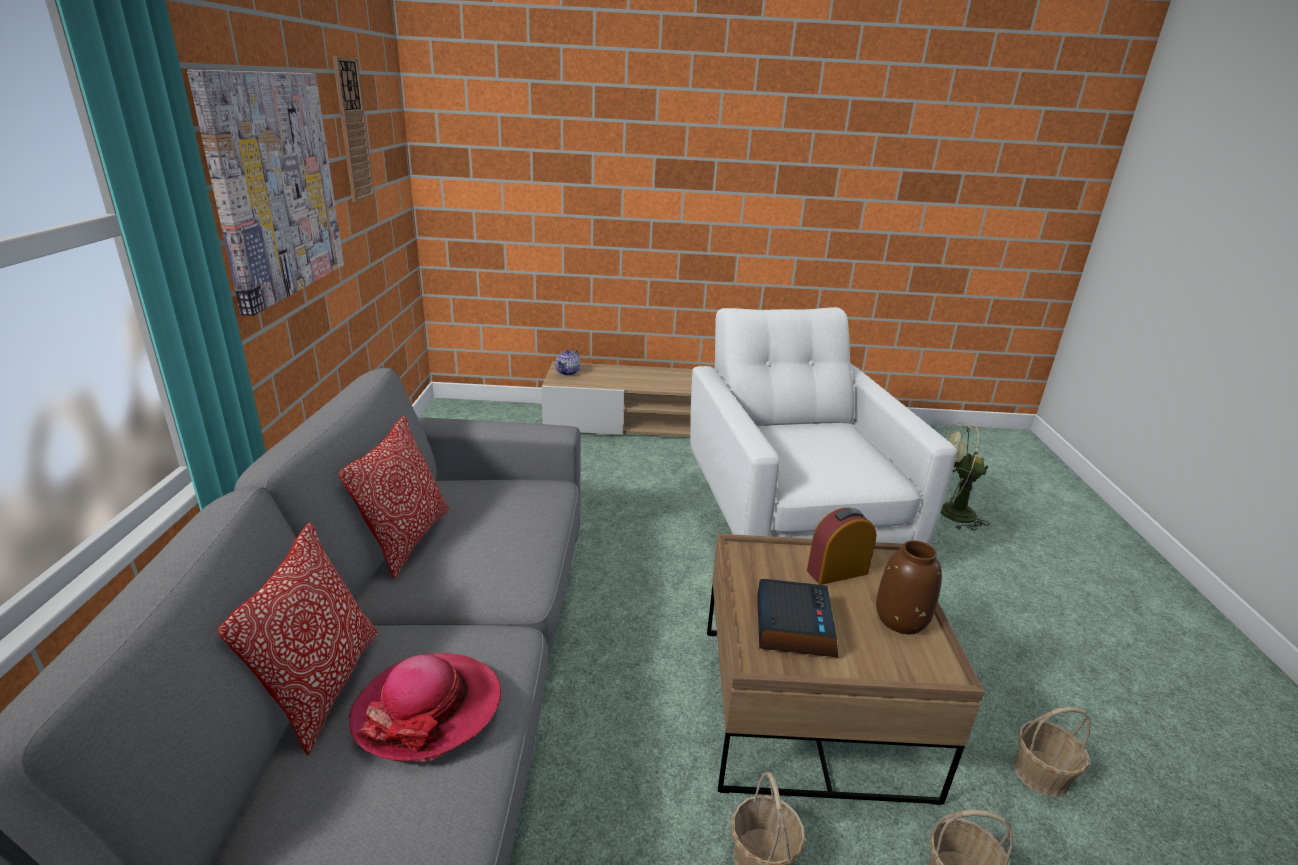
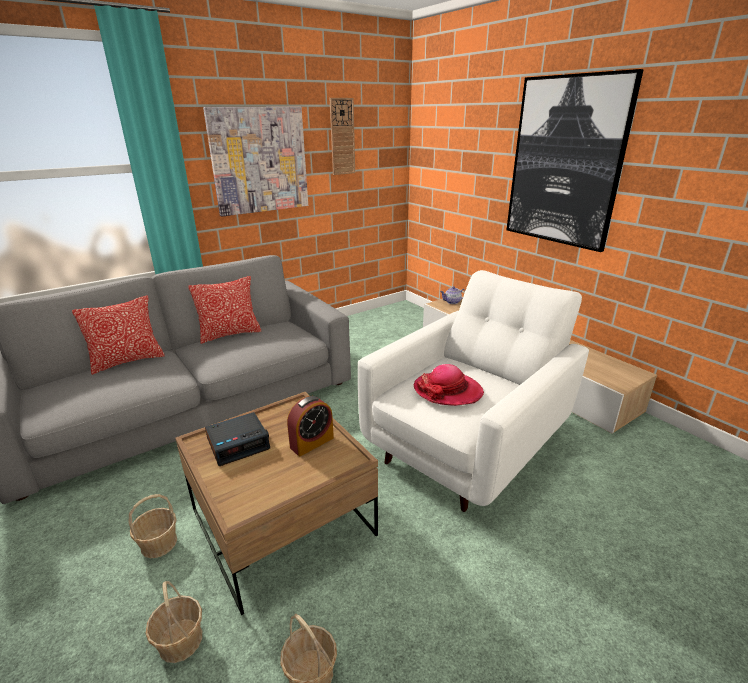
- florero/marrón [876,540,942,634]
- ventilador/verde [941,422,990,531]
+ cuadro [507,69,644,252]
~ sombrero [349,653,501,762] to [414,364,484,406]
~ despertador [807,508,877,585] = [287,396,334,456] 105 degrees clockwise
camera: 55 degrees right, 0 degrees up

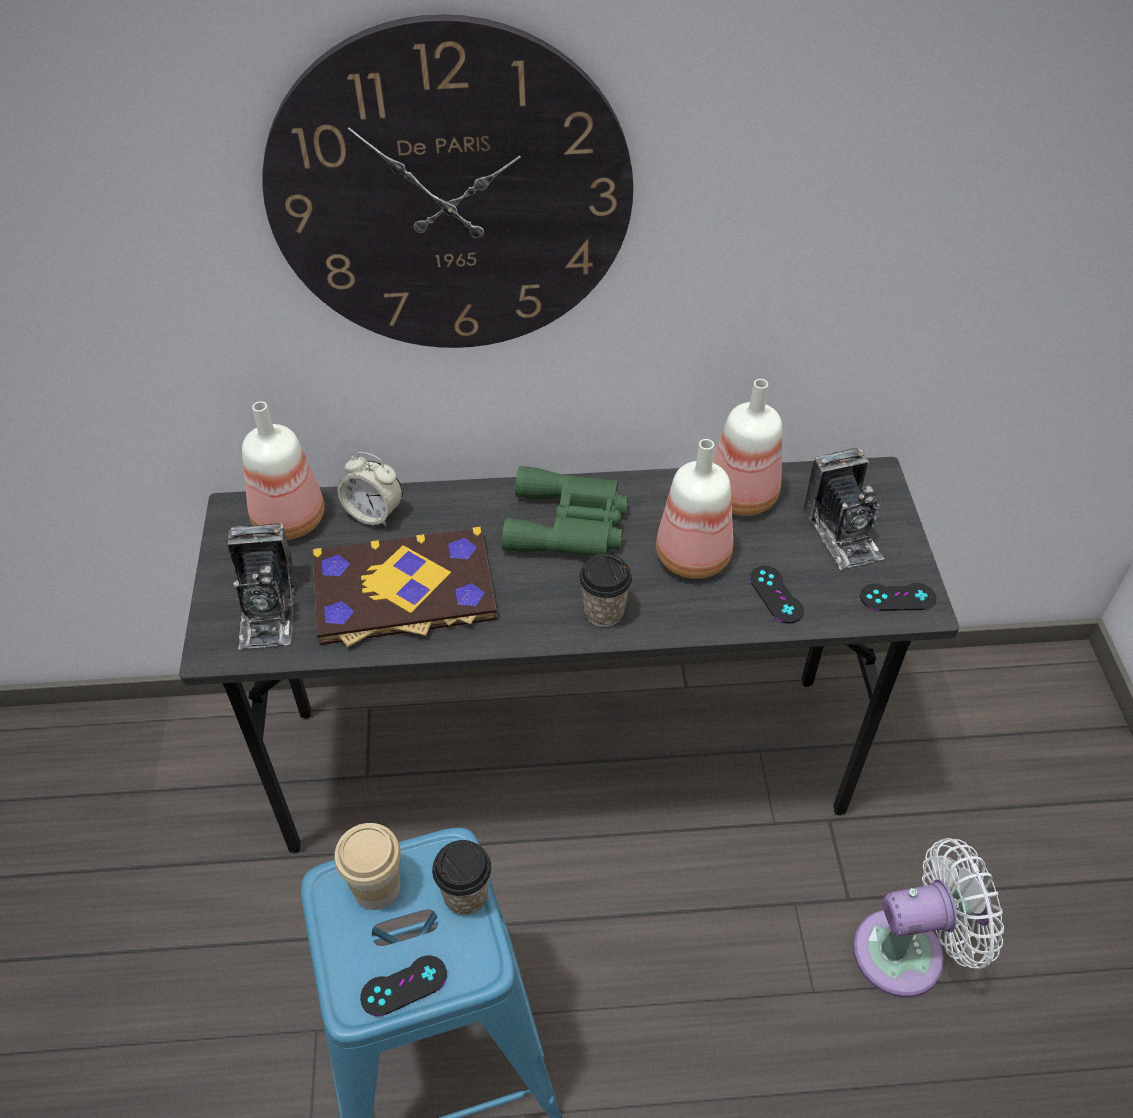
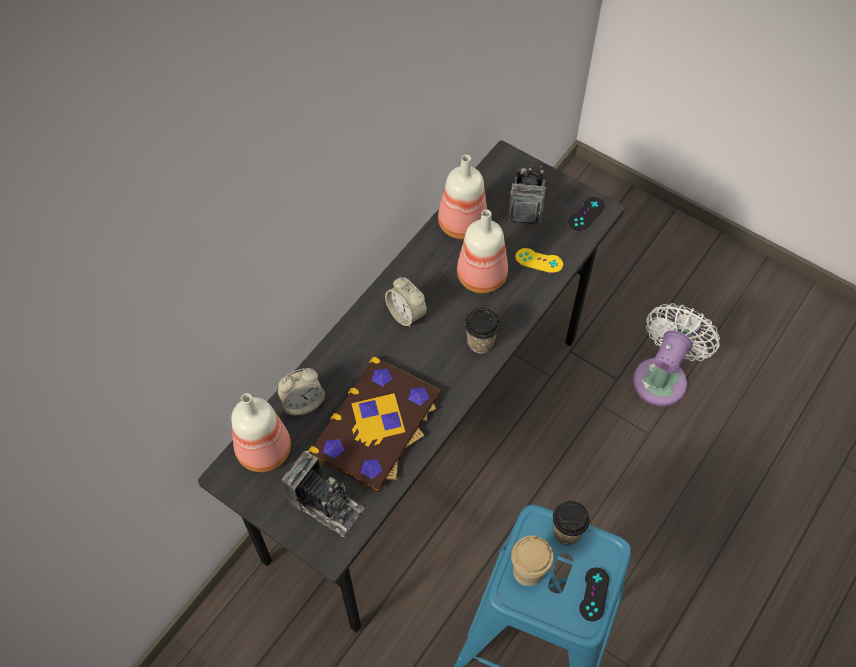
- reloj de pared [263,14,633,348]
~ prismáticos/verde [502,466,628,556] to despertador [385,277,427,327]
~ mando de consola/negro [750,566,804,624] to mando de consola/amarillo [515,248,563,273]
~ cámara [803,448,885,570] = [509,165,546,225] 105 degrees counterclockwise
camera: 50 degrees left, 10 degrees up

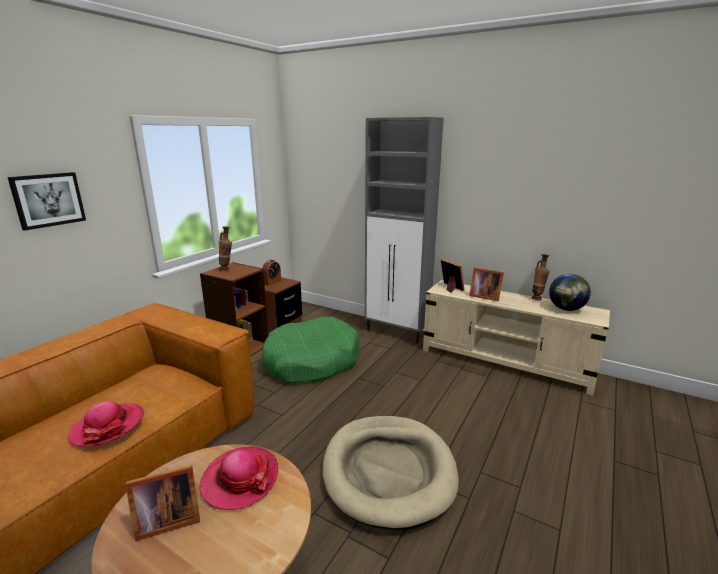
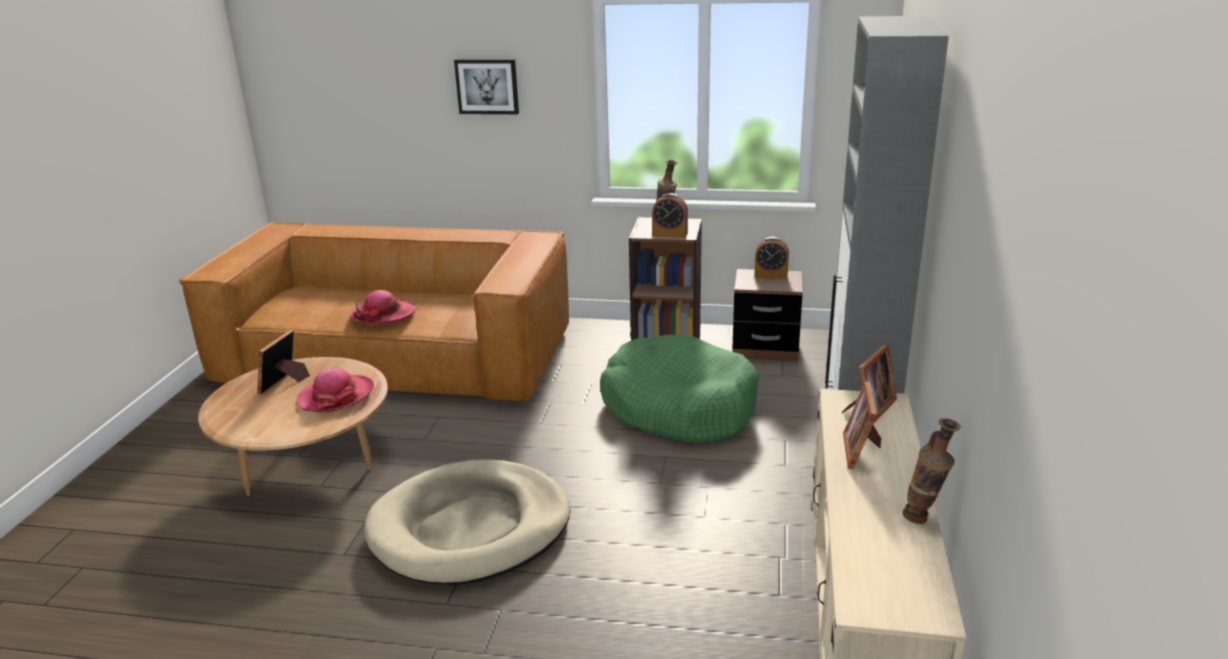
- globo terráqueo [549,274,591,311]
+ despertador [652,193,688,238]
~ portarretratos [125,465,200,541] = [257,329,310,394] 60 degrees clockwise
camera: 70 degrees right, 5 degrees up

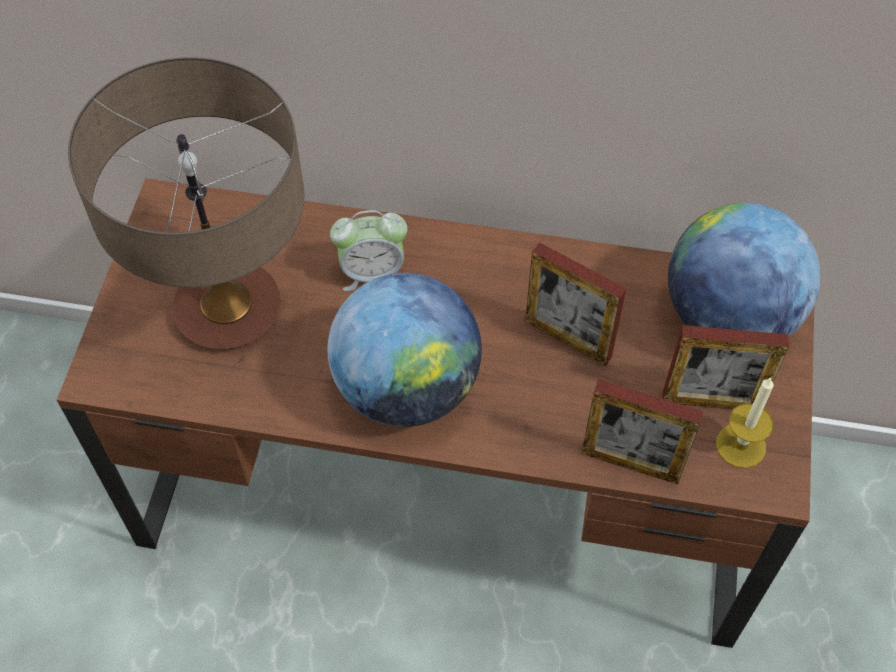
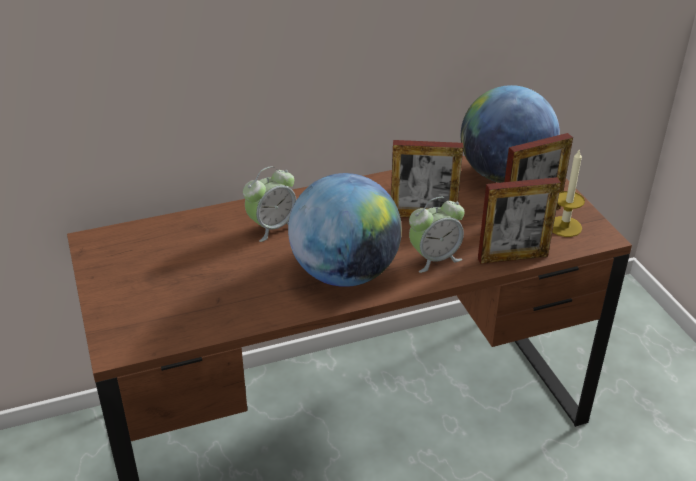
- lámpara de mesa [68,57,305,349]
+ despertador [409,197,465,273]
camera: 30 degrees left, 20 degrees down

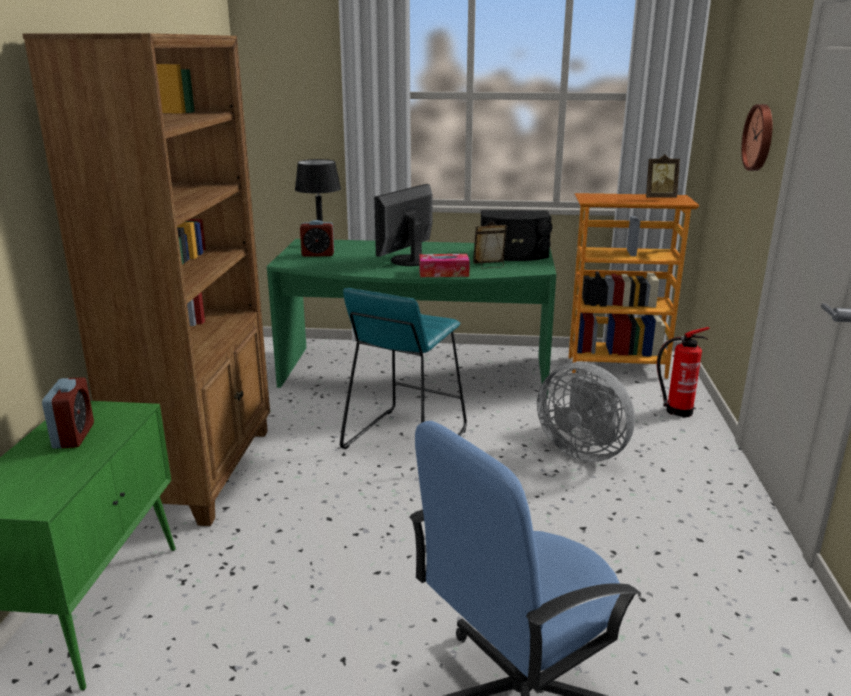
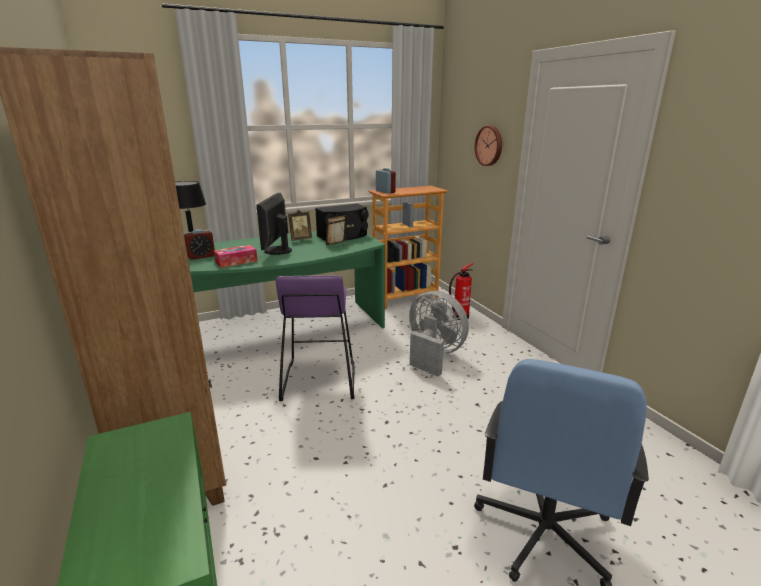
~ despertador [42,377,94,449] to [376,168,396,194]
~ caja de pañuelos [419,254,470,277] to [214,245,258,268]
~ portarretratos [646,154,680,198] to [288,210,312,241]
~ taburete/turquesa [340,288,467,449] to taburete/morado [276,275,355,401]
~ ventilador/gris [537,362,635,462] = [409,291,469,377] 150 degrees counterclockwise
camera: 30 degrees left, 0 degrees up

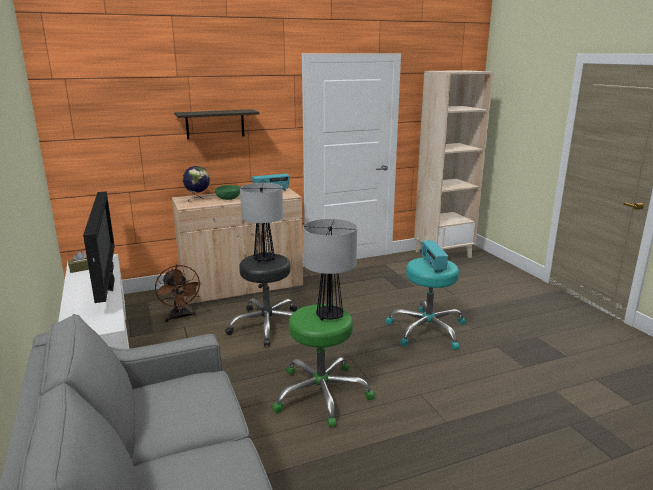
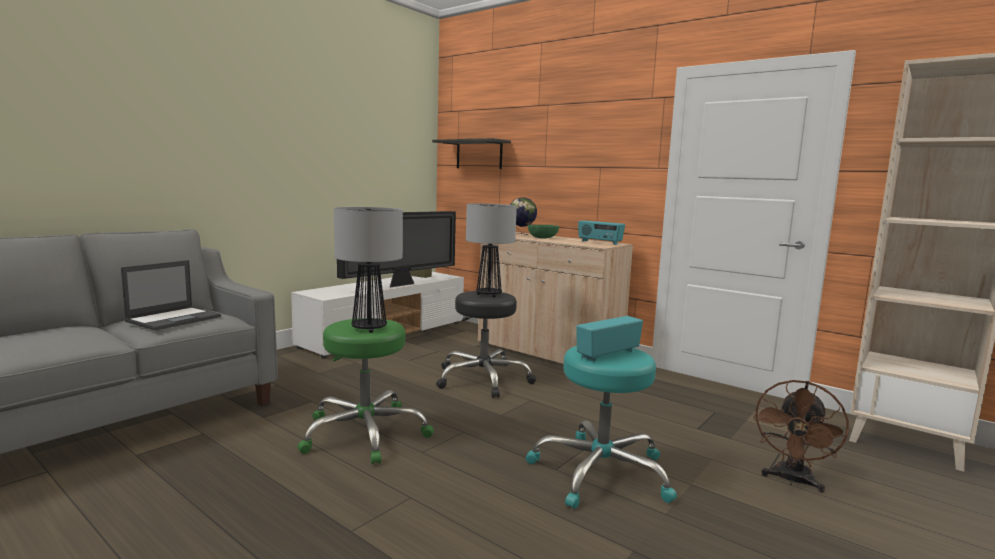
+ portátil [121,260,221,331]
~ ventilador/marrón [155,265,202,322] to [753,380,849,493]
~ estante [174,109,259,140] to [432,138,511,169]
camera: 60 degrees right, 10 degrees down

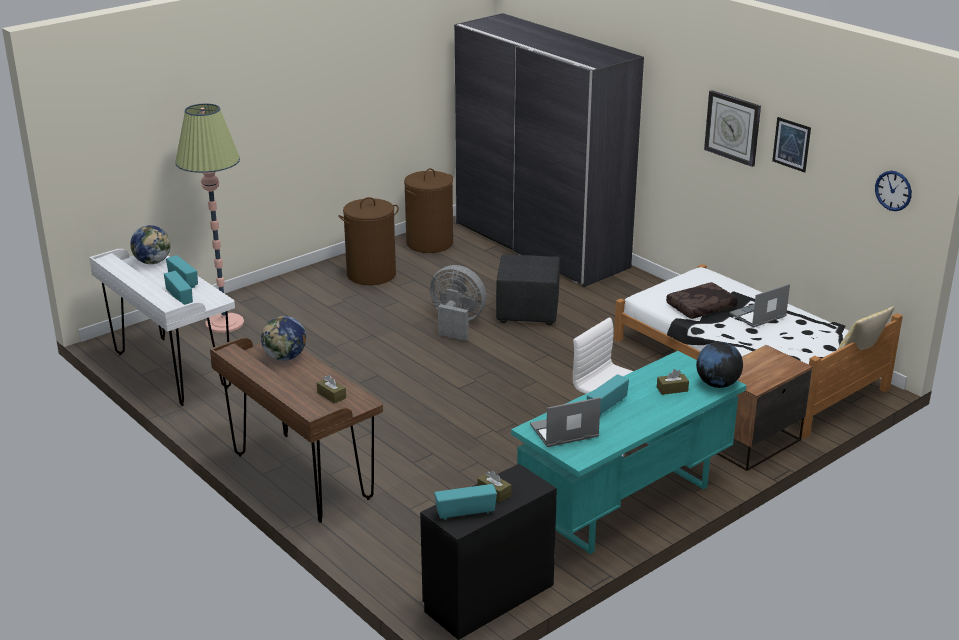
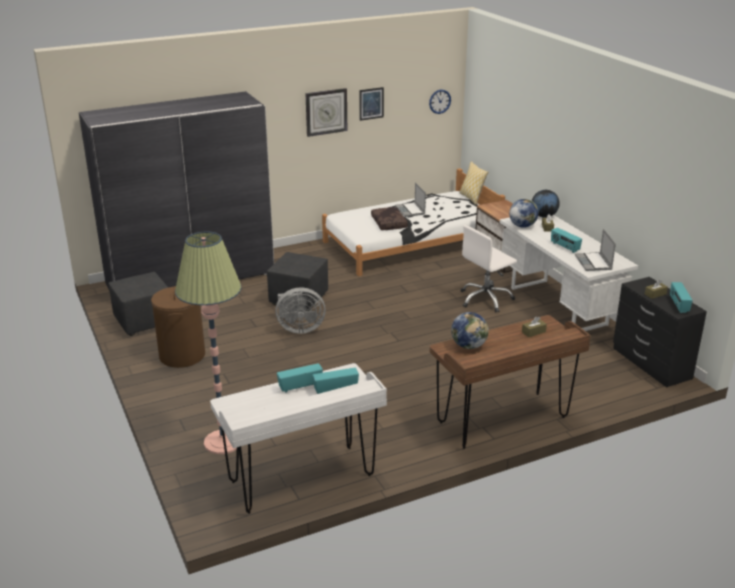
~ globo terráqueo [130,225,171,264] to [509,199,538,228]
~ cesto de la ropa/marrón [404,168,453,253] to puf/negro [108,272,168,336]
~ escritorio/turquesa [511,351,746,554] to escritorio/blanco [500,215,638,331]
~ ventilador/gris [430,265,487,341] = [275,287,326,334] 135 degrees counterclockwise
camera: 75 degrees left, 0 degrees up

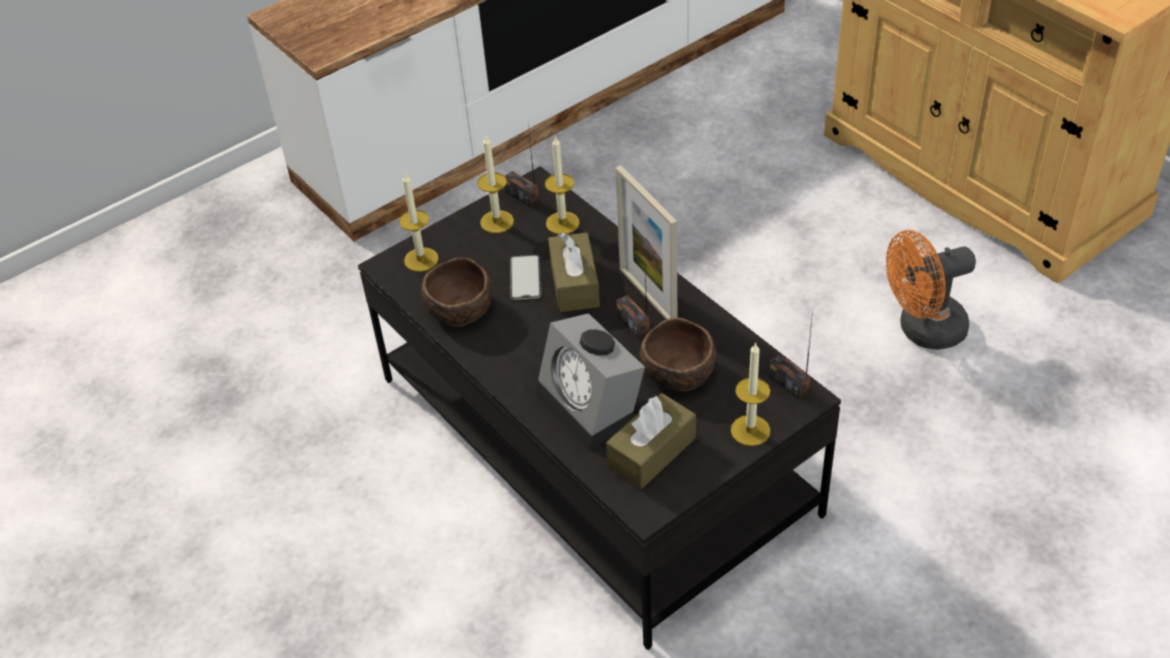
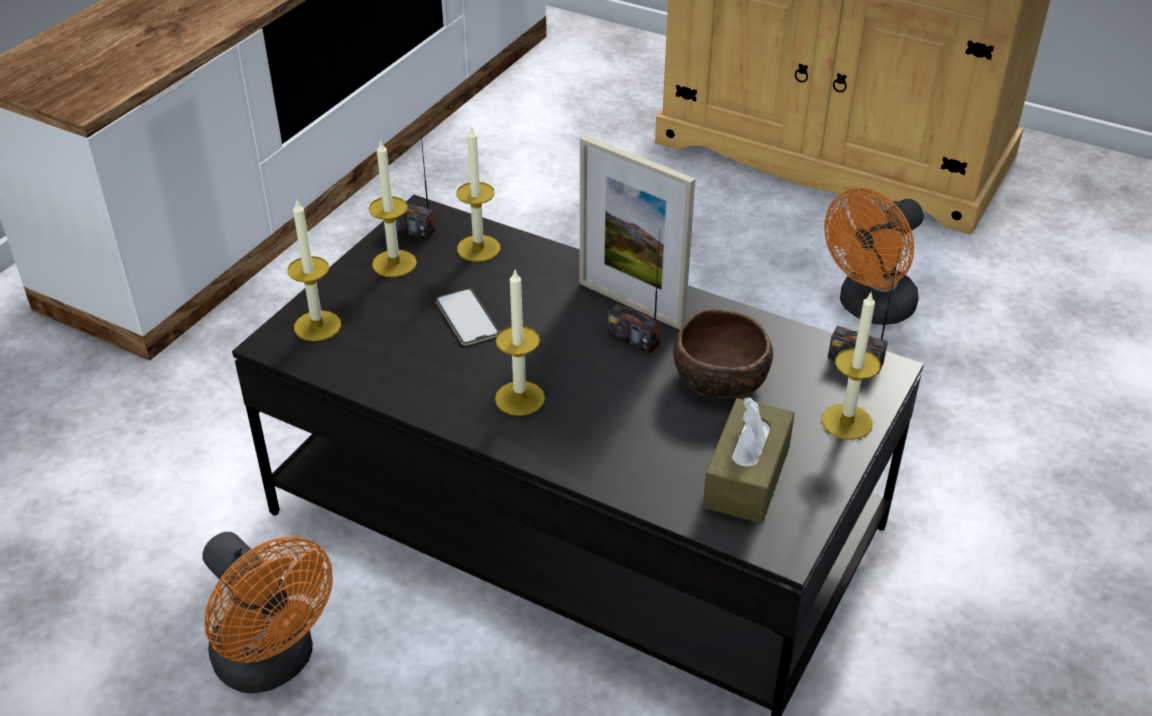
- cuenco/marrón [421,257,492,327]
- despertador [535,313,645,450]
- caja de pañuelos/marrón [548,233,600,312]
+ ventilador/naranja [202,532,333,693]
+ vela [495,268,545,416]
camera: 25 degrees left, 5 degrees down

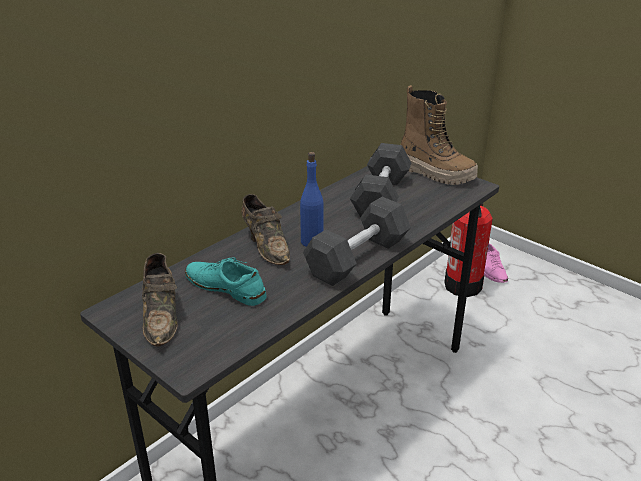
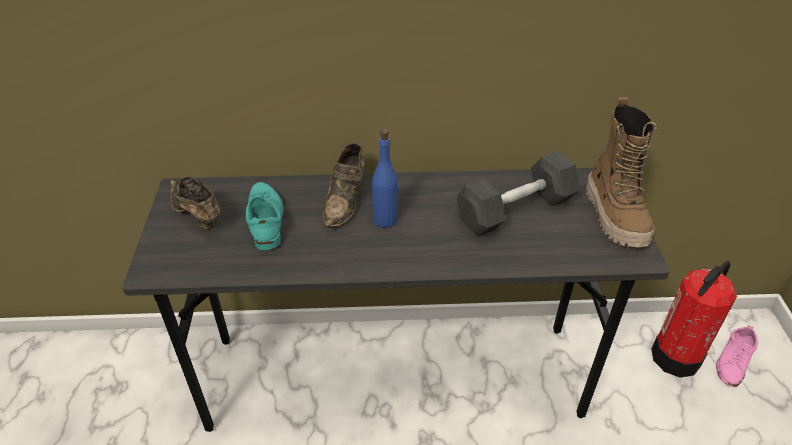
- mancuerna/gris [303,197,411,286]
~ zapato/marrón [142,253,178,346] = [170,176,220,230] 105 degrees clockwise
camera: 45 degrees right, 10 degrees up

